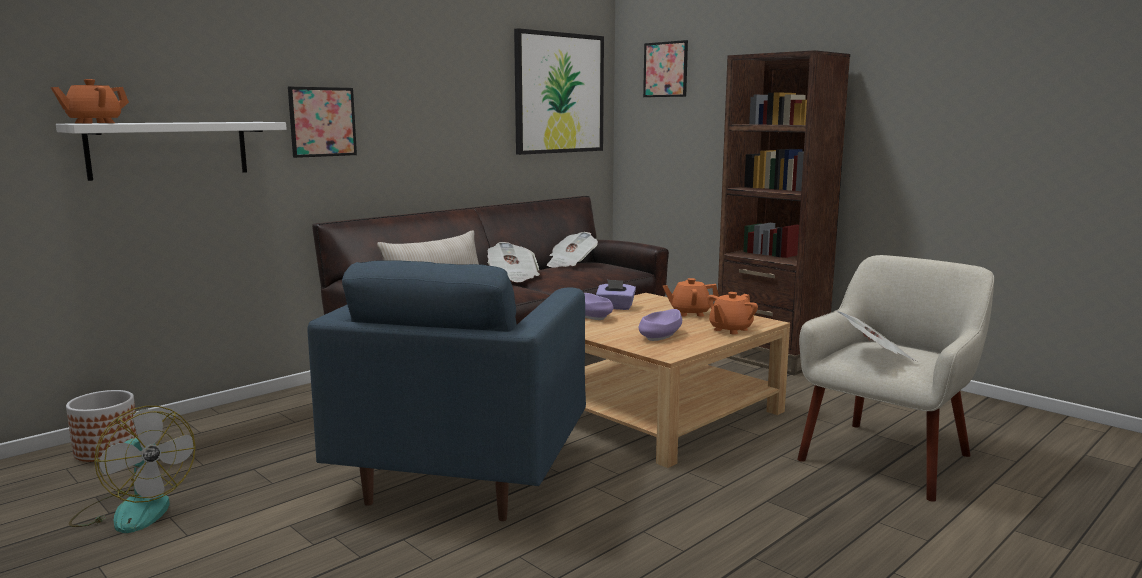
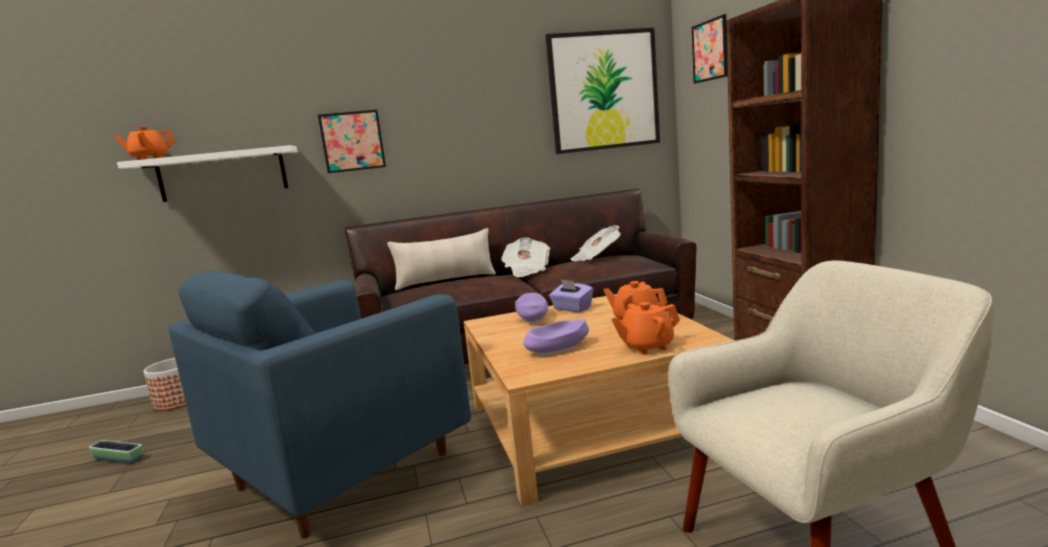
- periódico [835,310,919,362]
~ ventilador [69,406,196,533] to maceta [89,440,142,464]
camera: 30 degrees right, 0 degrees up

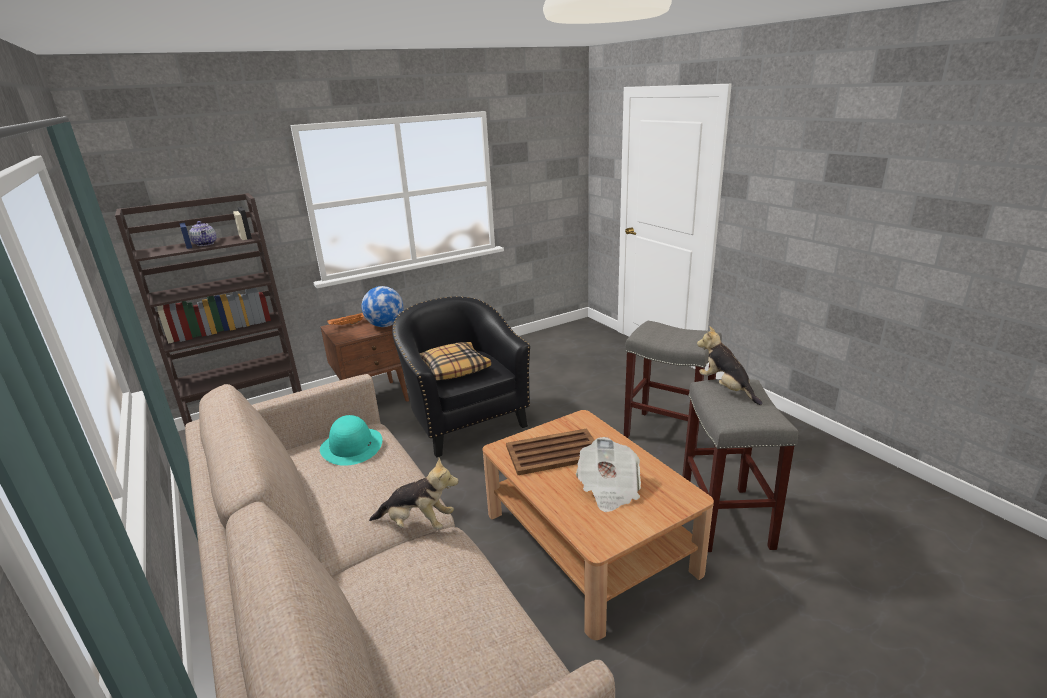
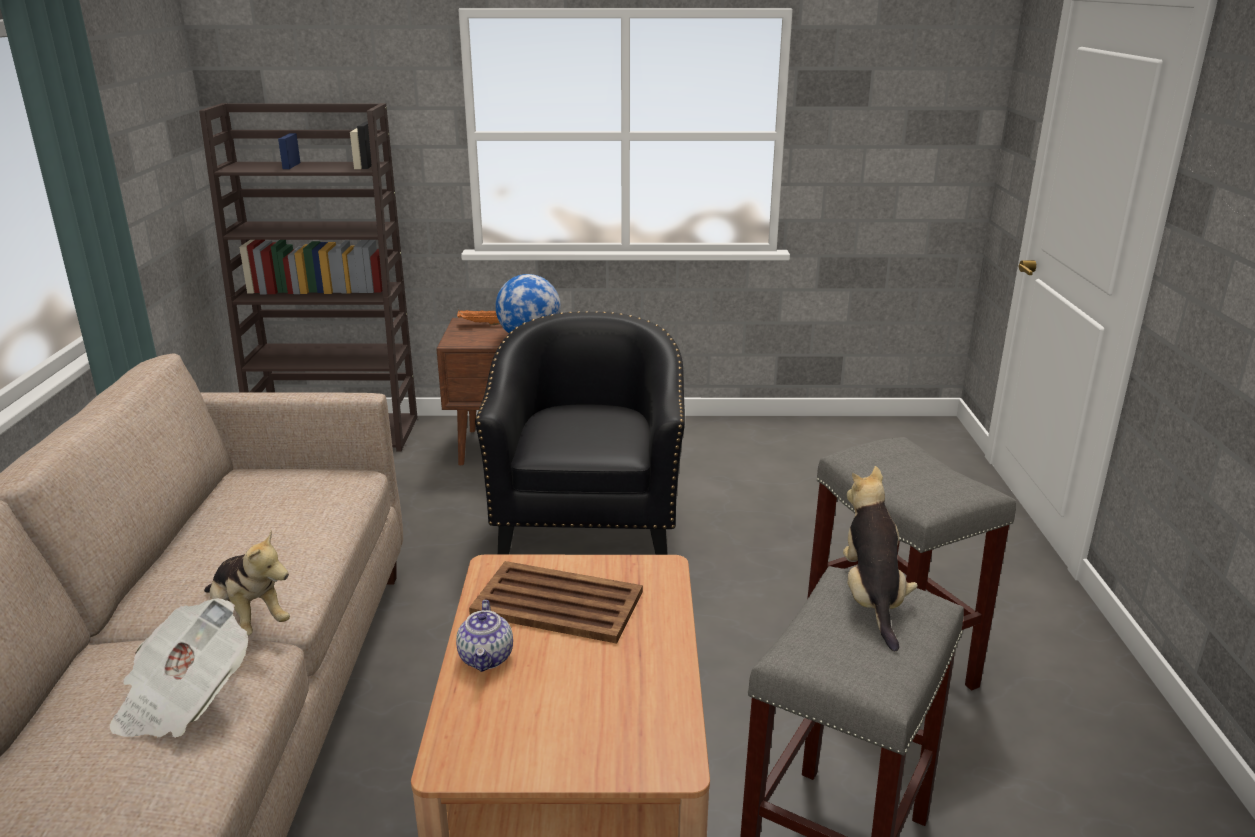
- sombrero/turquesa [320,415,382,466]
- cojín [419,342,491,380]
~ tetera [189,221,217,246] to [456,600,513,672]
~ periódico [576,437,641,512] to [109,598,248,738]
camera: 30 degrees right, 0 degrees up

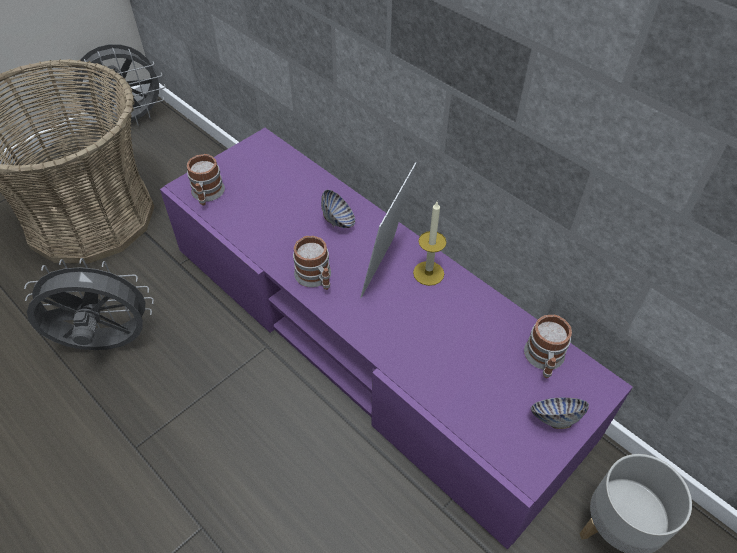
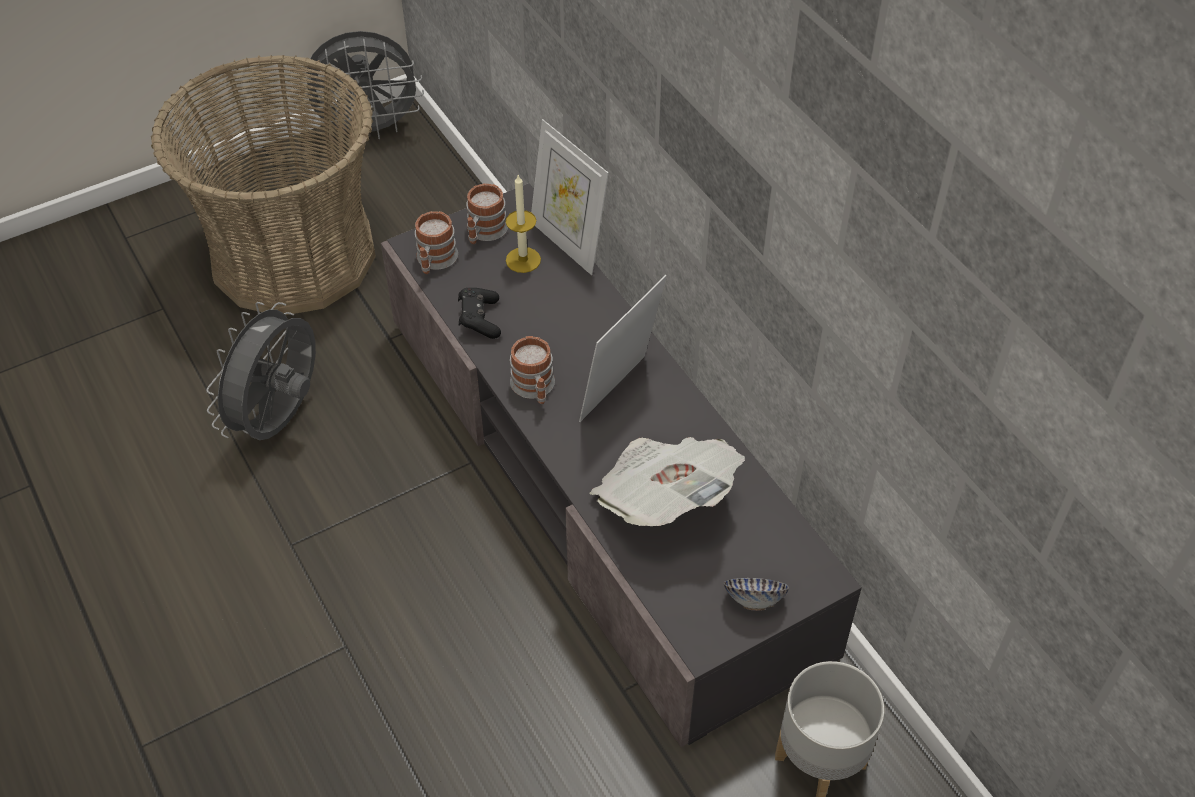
- cuenco [321,190,355,228]
+ mando de consola/negro [458,288,501,339]
+ portarretratos [531,119,609,275]
+ periódico [590,437,745,526]
~ vela [413,202,447,286] to [506,175,541,273]
~ taza grande [524,314,572,378] to [466,183,508,244]
~ mueble de televisión/morado [160,128,633,550] to mueble de televisión/gris [381,183,862,747]
~ ventilador/gris [24,258,154,350] = [206,302,316,440] 75 degrees counterclockwise
camera: 15 degrees right, 0 degrees up

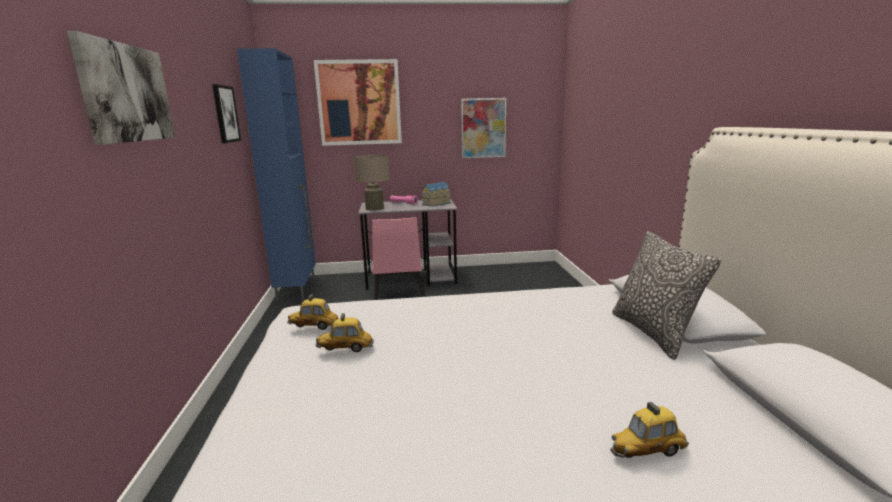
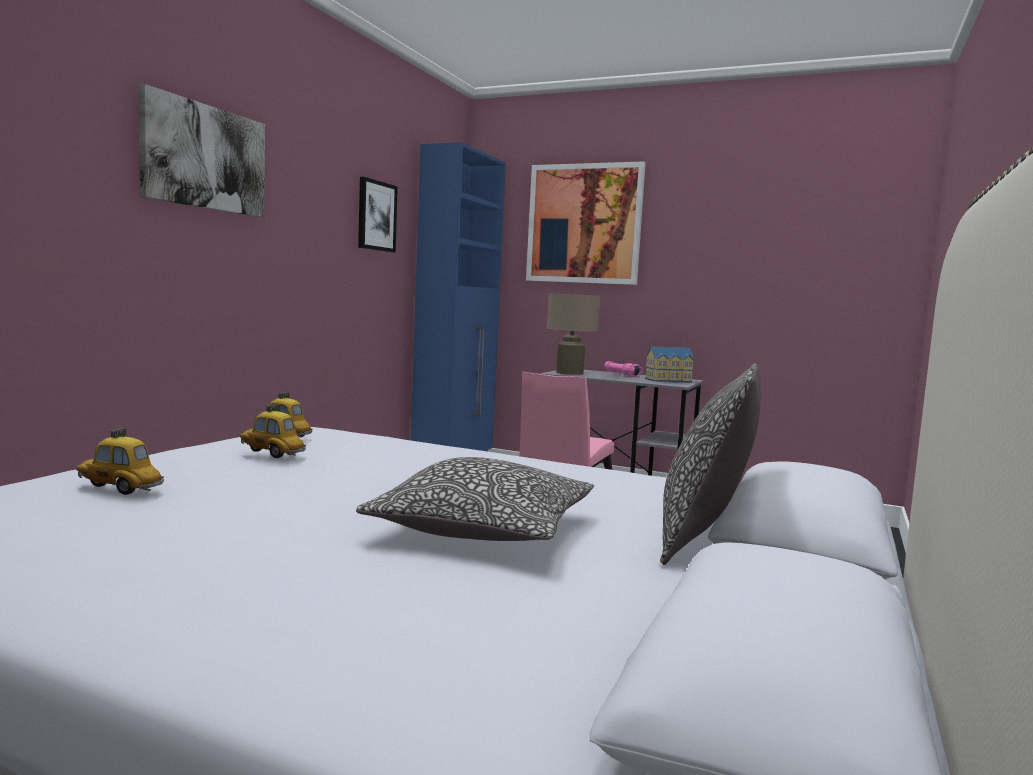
- cuadro [461,98,506,158]
+ cojín [356,457,594,541]
~ coche de juguete [610,402,689,458] to [76,428,164,495]
camera: 30 degrees right, 10 degrees down

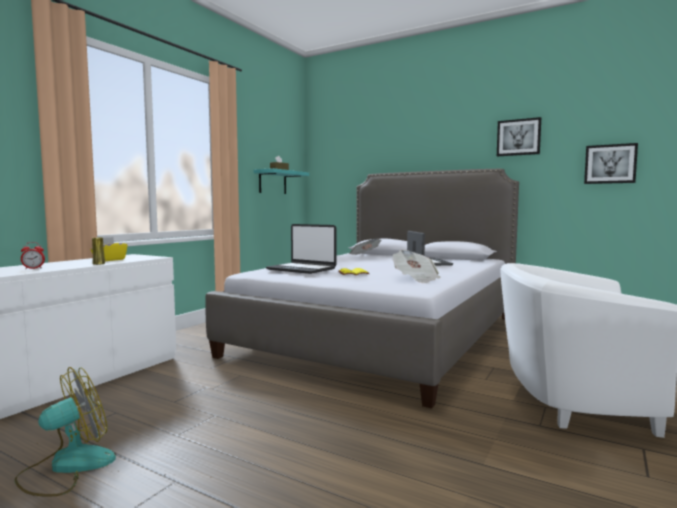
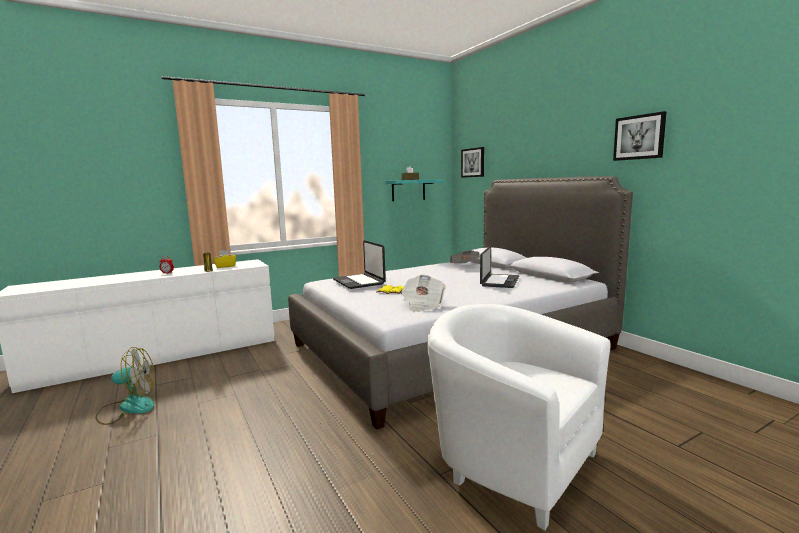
~ cuadro [584,143,638,184] to [461,147,484,178]
camera: 30 degrees right, 5 degrees up

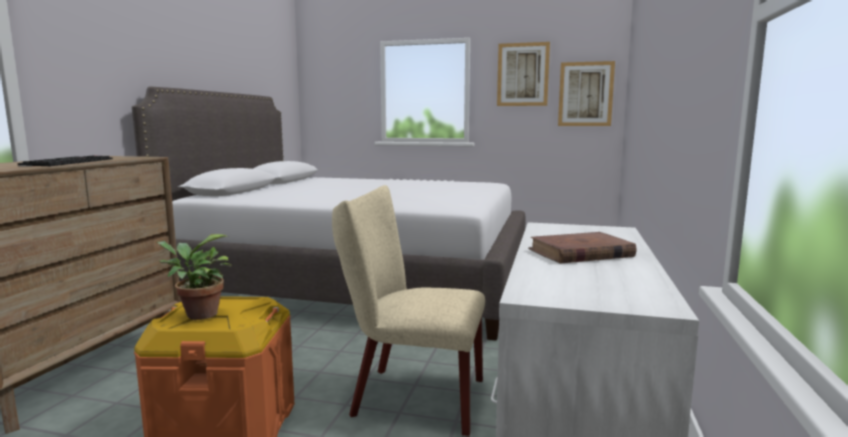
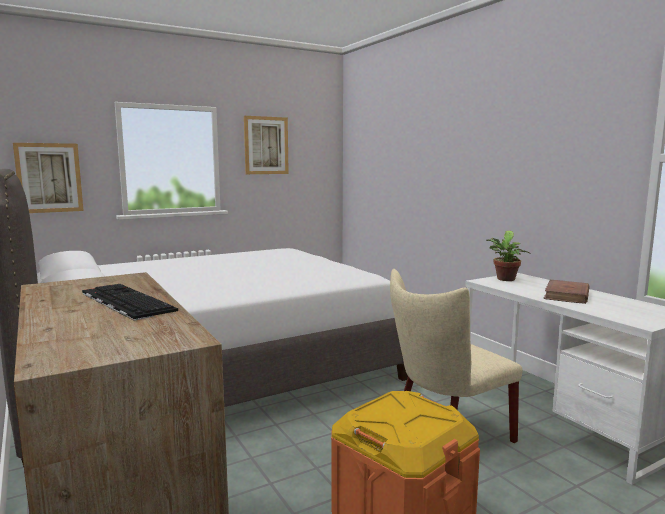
~ planta en maceta [157,234,232,320] to [486,231,530,281]
~ cuadro [558,61,615,126] to [13,143,84,213]
camera: 45 degrees left, 0 degrees up

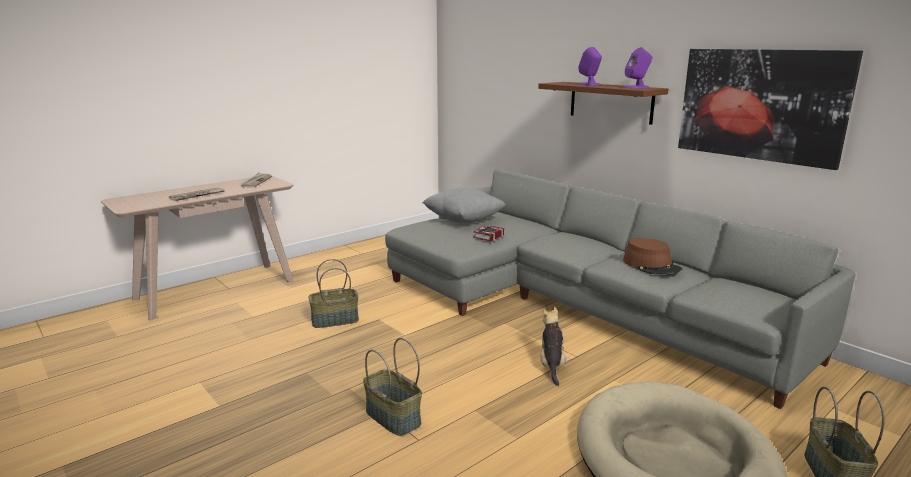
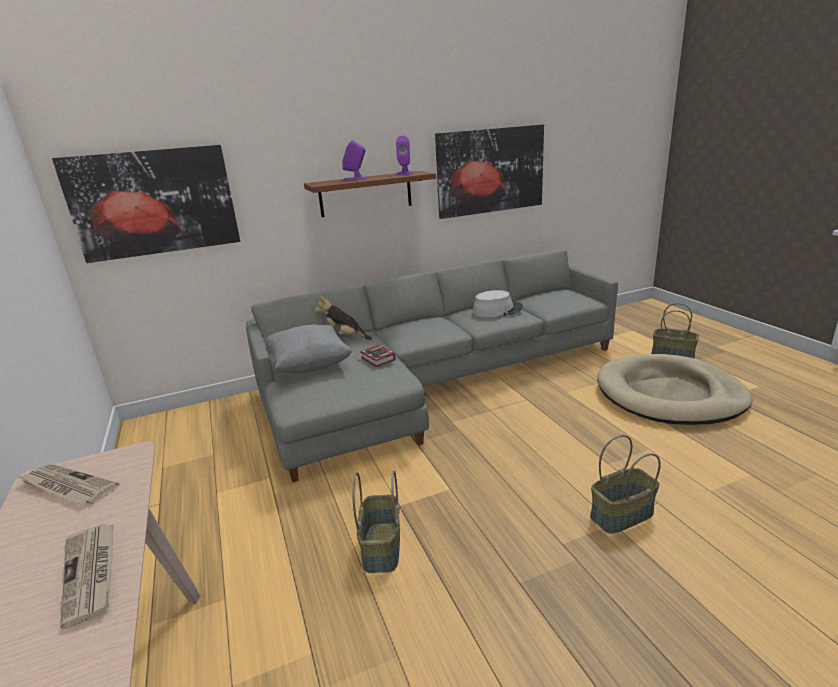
+ cuadro [52,145,240,263]
~ peluche [540,307,571,386] to [315,296,372,340]
~ sombrero/marrón [623,238,682,274] to sombrero/gris [473,290,523,317]
camera: 70 degrees left, 5 degrees up

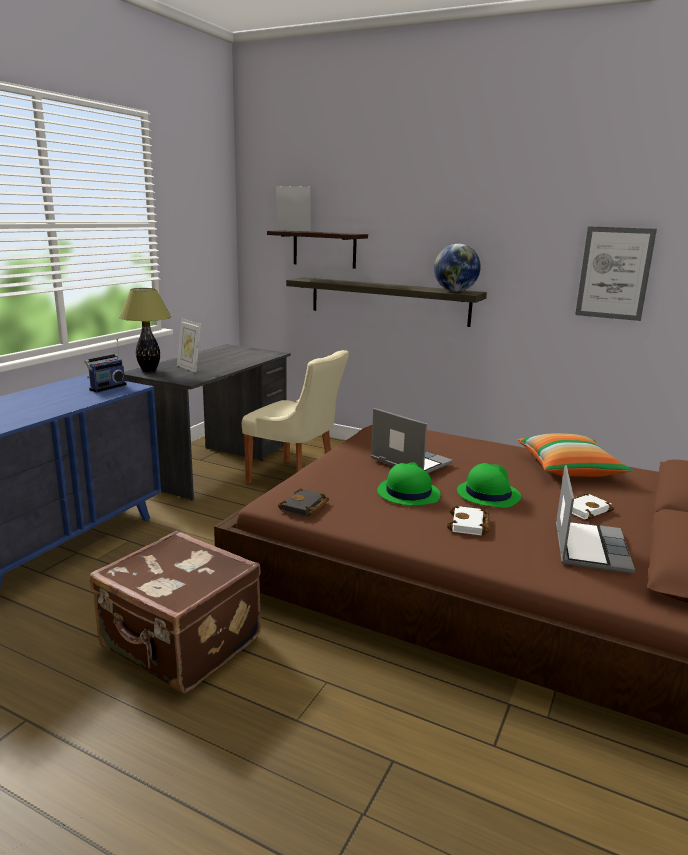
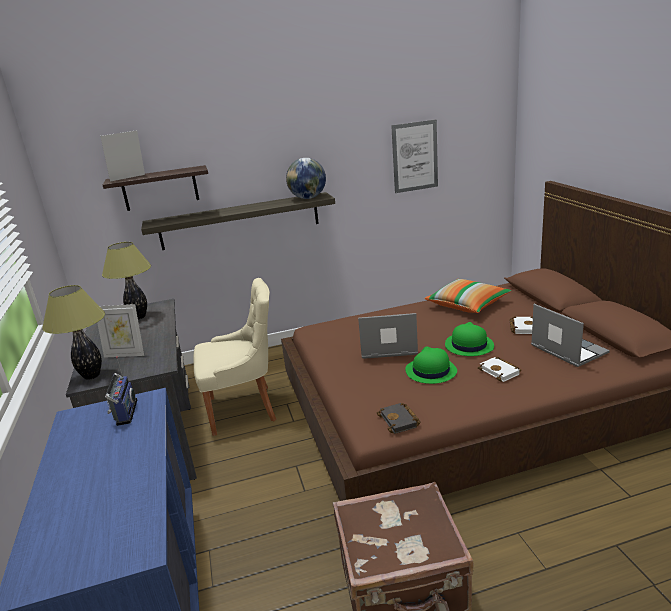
+ lámpara de mesa [102,242,151,319]
camera: 40 degrees left, 5 degrees up

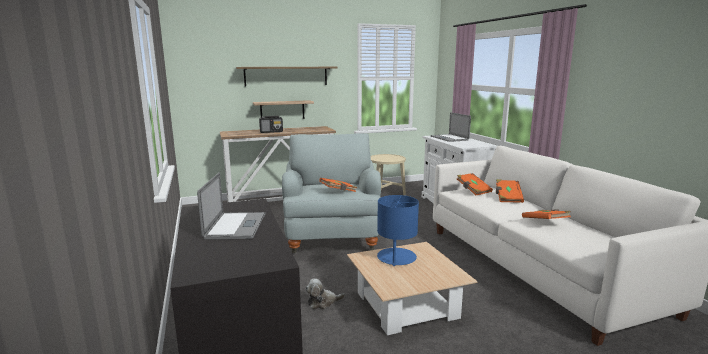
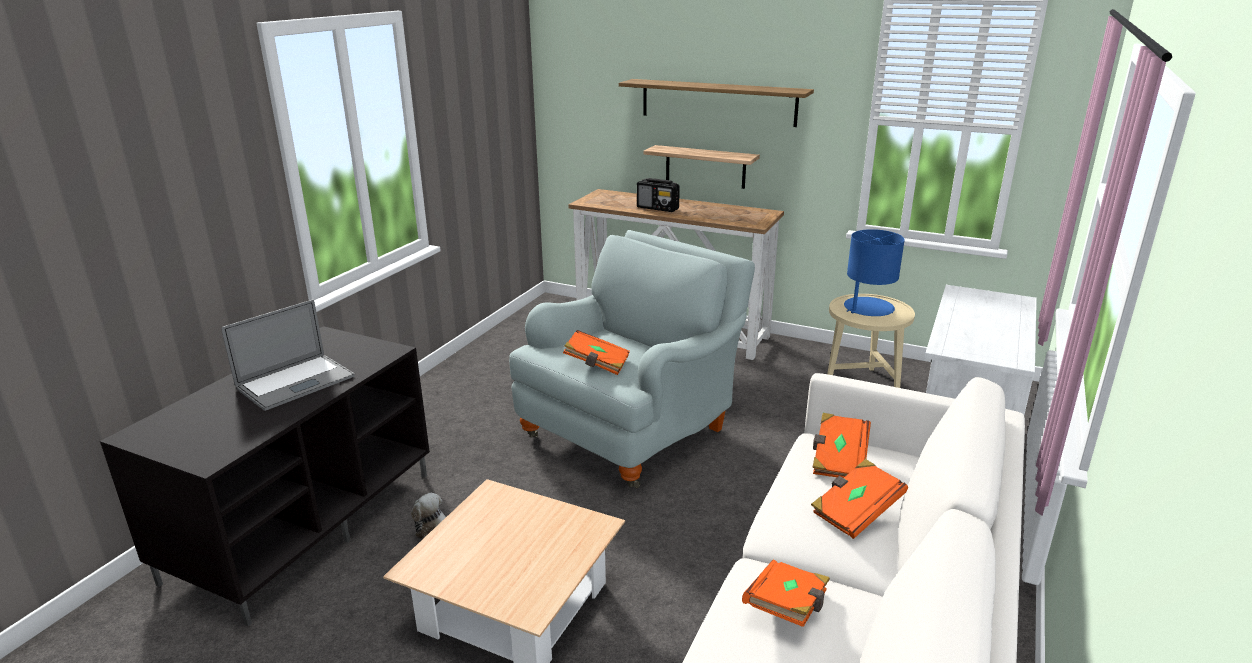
- portátil [430,112,471,142]
~ lámpara de mesa/azul [377,195,419,266] to [844,229,905,316]
camera: 45 degrees right, 10 degrees up

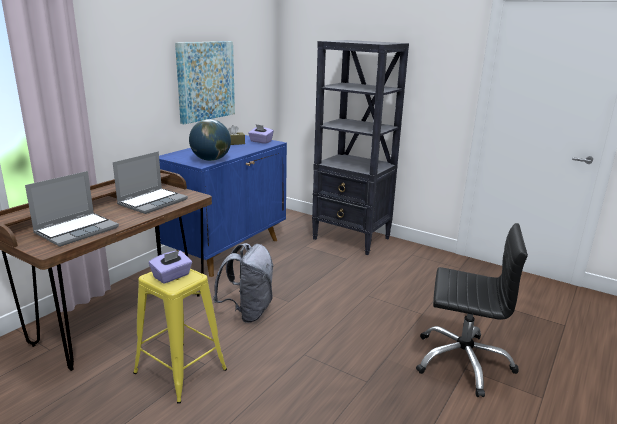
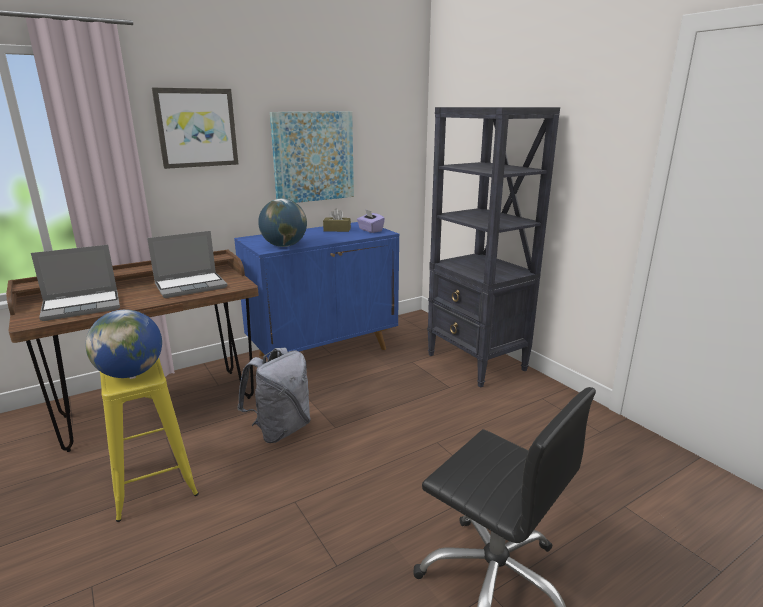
+ cuadro [152,88,238,169]
~ caja de pañuelos/morado [149,250,192,284] to globo terráqueo [86,310,162,378]
camera: 25 degrees right, 0 degrees up

